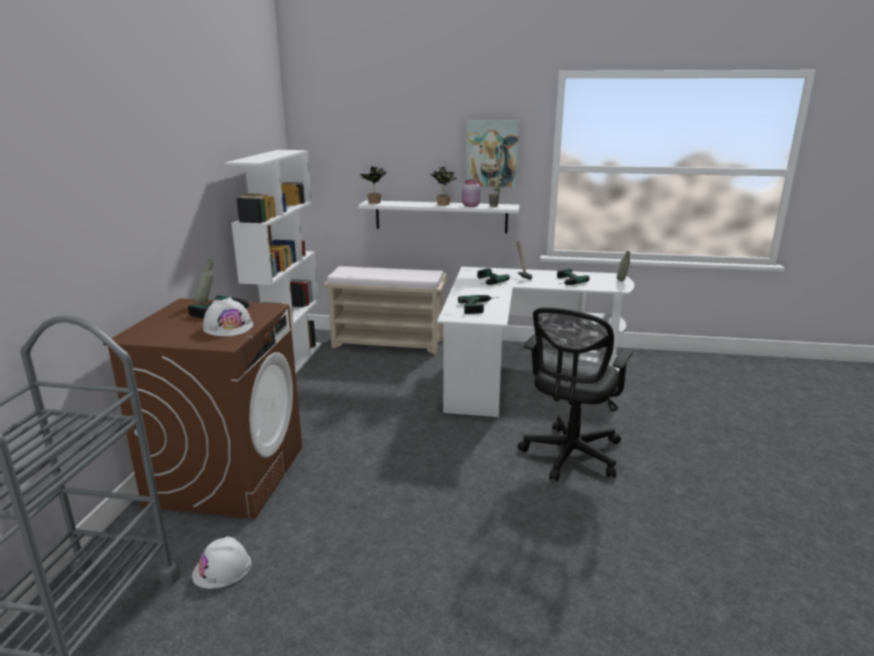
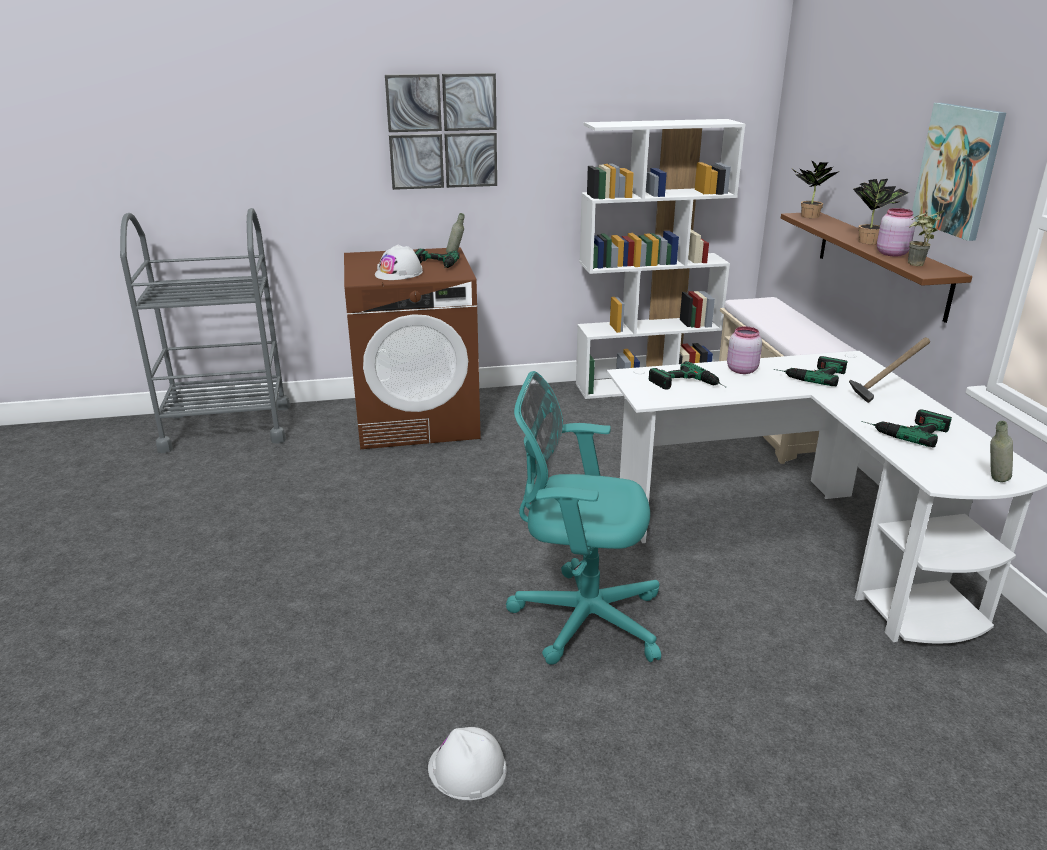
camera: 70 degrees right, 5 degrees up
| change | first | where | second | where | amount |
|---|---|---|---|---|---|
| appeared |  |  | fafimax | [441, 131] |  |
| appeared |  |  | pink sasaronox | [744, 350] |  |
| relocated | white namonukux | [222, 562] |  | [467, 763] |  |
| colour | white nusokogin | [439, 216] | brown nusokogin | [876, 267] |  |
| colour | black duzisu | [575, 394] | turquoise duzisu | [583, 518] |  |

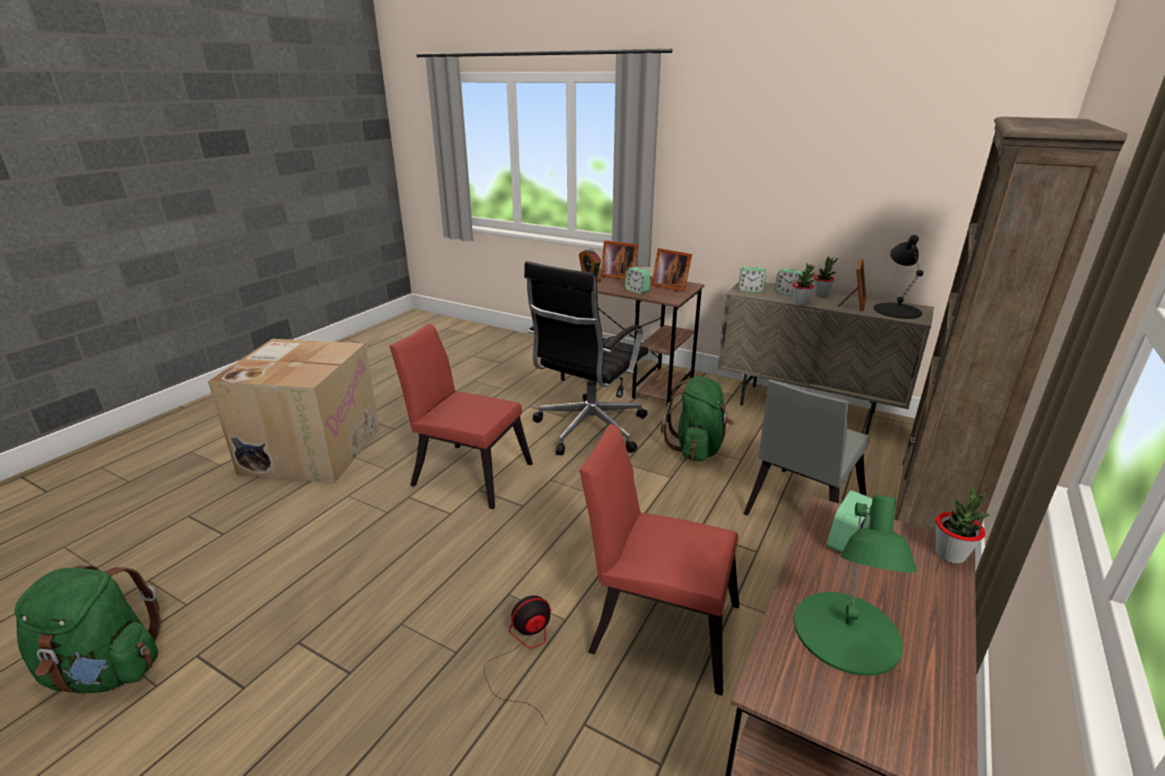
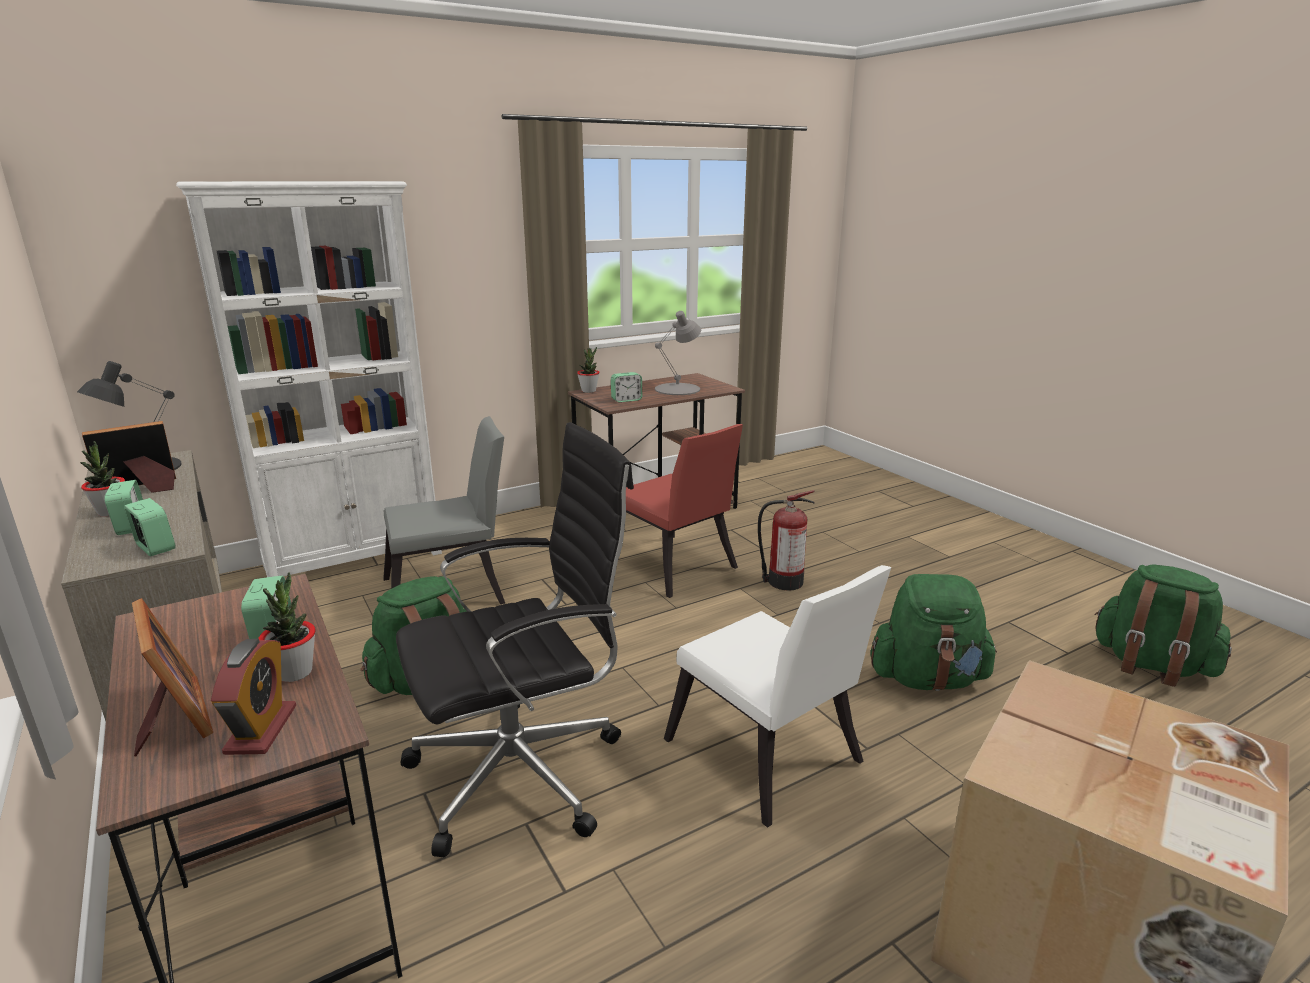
camera: 150 degrees left, 5 degrees down
| change | first | where | second | where | amount |
|---|---|---|---|---|---|
| missing | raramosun | [671, 270] |  |  |  |
| appeared |  |  | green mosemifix | [934, 632] |  |
| relocated | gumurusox | [803, 283] |  | [287, 627] |  |
| exchanged | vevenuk | [518, 660] | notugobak | [786, 540] |  |
| colour | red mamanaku | [461, 416] | white mamanaku | [777, 696] |  |
| colour | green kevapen | [855, 585] | grey kevapen | [678, 353] |  |
| colour | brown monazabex | [1011, 324] | white monazabex | [309, 379] |  |

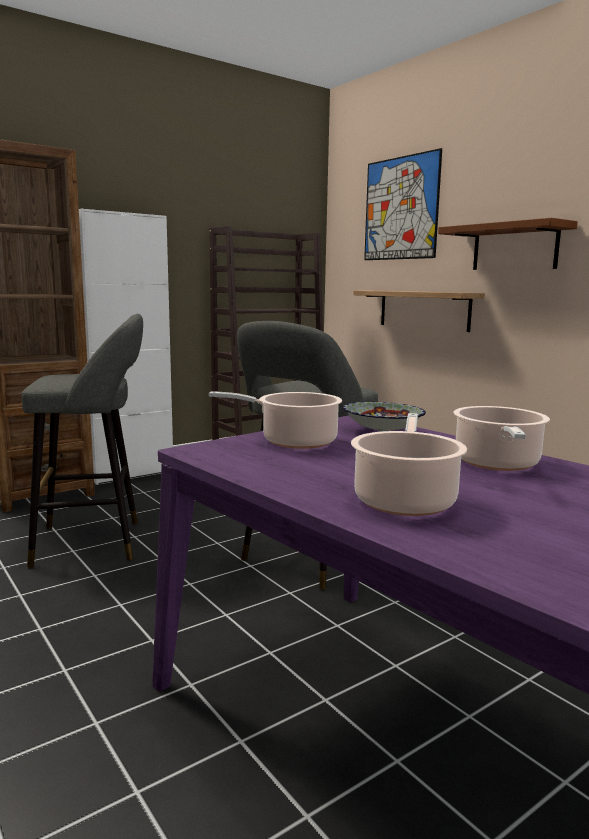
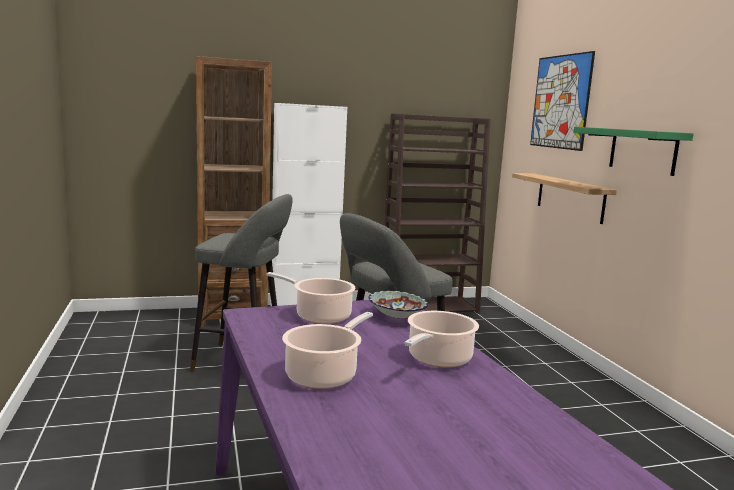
camera: 20 degrees right, 0 degrees up
| change | first | where | second | where | amount |
|---|---|---|---|---|---|
| colour | brown nusokogin | [508, 244] | green nusokogin | [633, 151] |  |

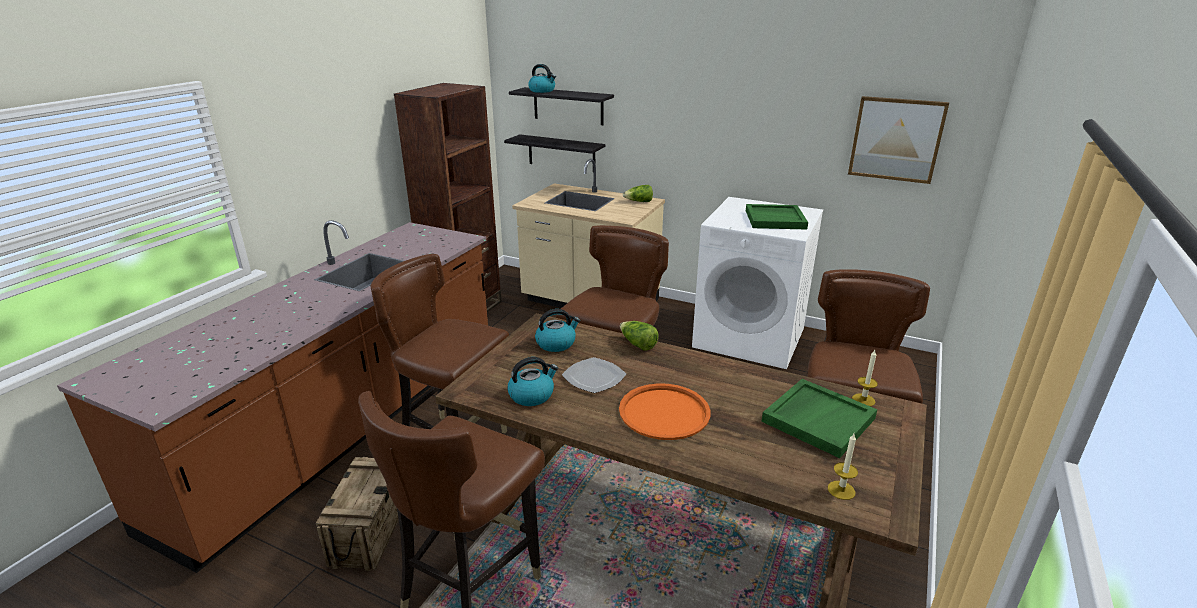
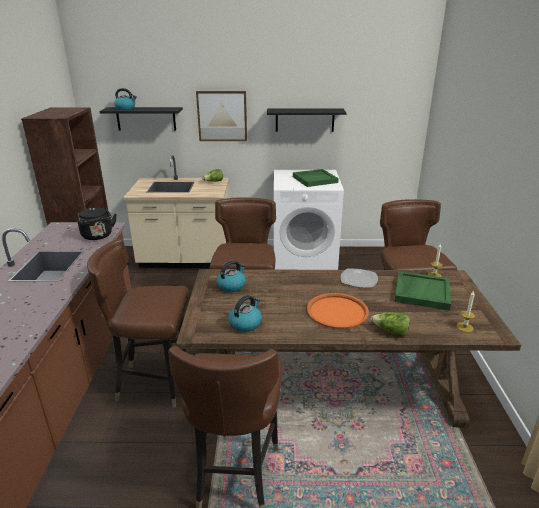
camera: 25 degrees left, 0 degrees up
| change | first | where | second | where | amount |
|---|---|---|---|---|---|
| missing | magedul | [357, 514] |  |  |  |
| appeared |  |  | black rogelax | [97, 224] |  |
| relocated | black nusokogin | [554, 149] |  | [306, 120] |  |
| relocated | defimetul | [594, 375] |  | [359, 278] |  |
| relocated | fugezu | [639, 336] |  | [390, 324] |  |
| relocated | fafimax | [898, 140] |  | [221, 116] |  |

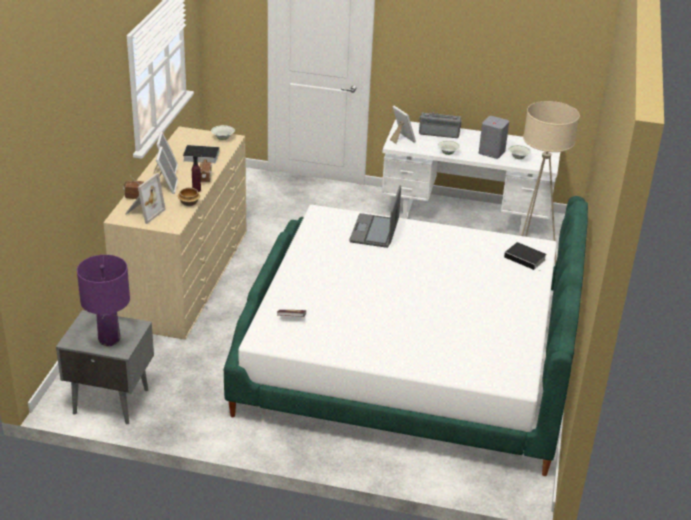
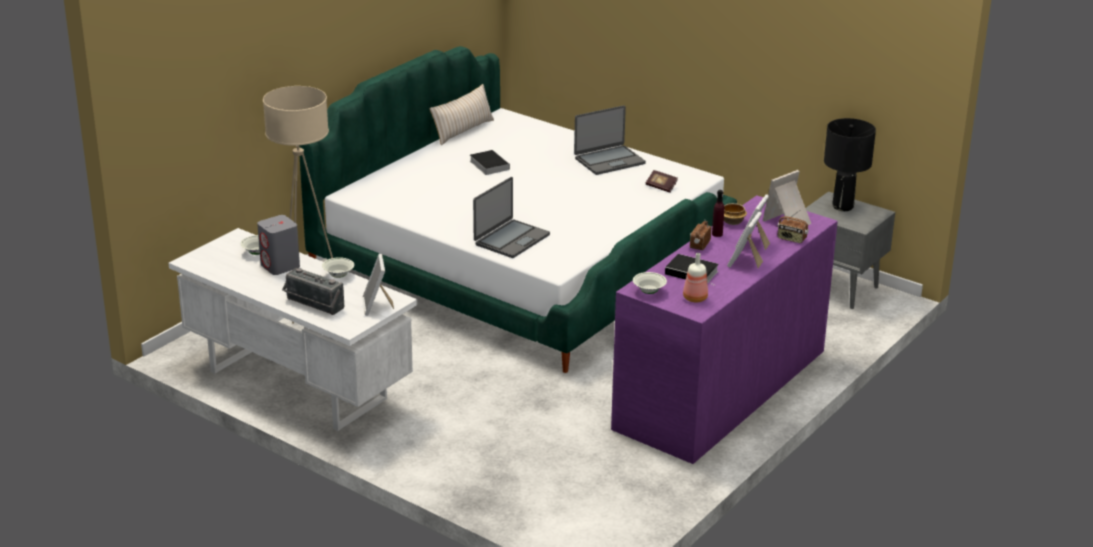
camera: 155 degrees left, 5 degrees down
| change | first | where | second | where | amount |
|---|---|---|---|---|---|
| appeared |  |  | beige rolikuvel | [461, 114] |  |
| appeared |  |  | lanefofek | [610, 140] |  |
| appeared |  |  | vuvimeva | [695, 277] |  |
| relocated | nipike | [525, 257] |  | [490, 162] |  |
| colour | purple kevapen | [103, 300] | black kevapen | [850, 164] |  |
| colour | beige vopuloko | [175, 233] | purple vopuloko | [724, 329] |  |

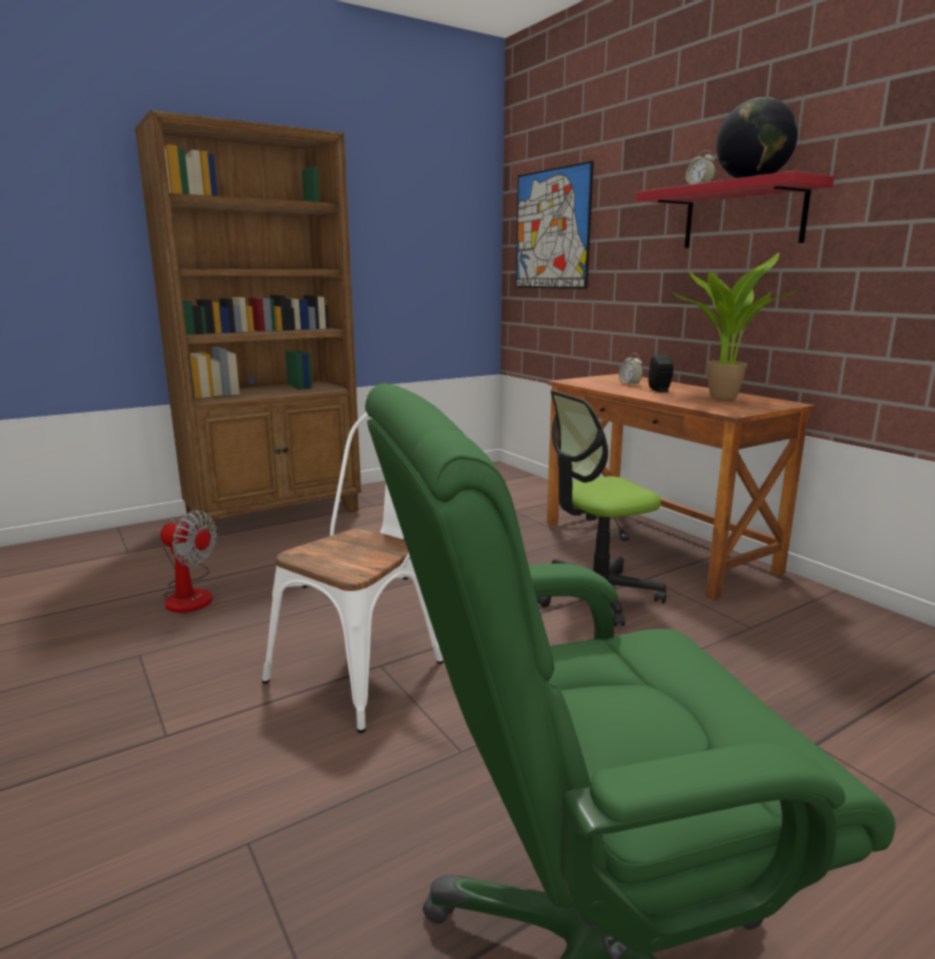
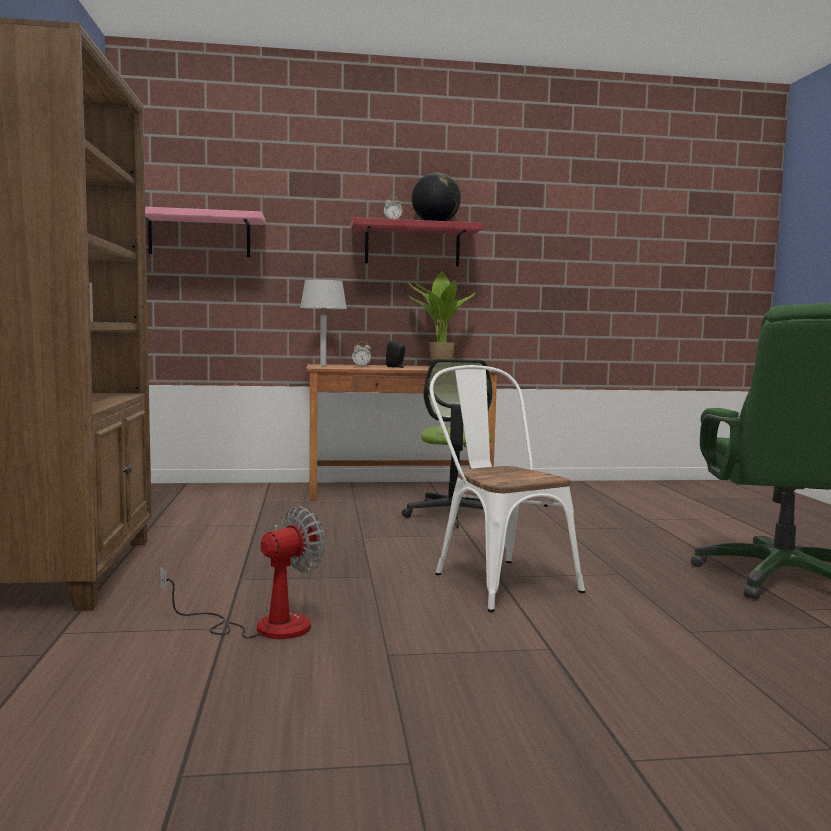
camera: 65 degrees left, 10 degrees down
| change | first | where | second | where | amount |
|---|---|---|---|---|---|
| appeared |  |  | grey kevapen | [323, 323] |  |
| exchanged | fafimax | [555, 225] | pink nusokogin | [205, 232] |  |

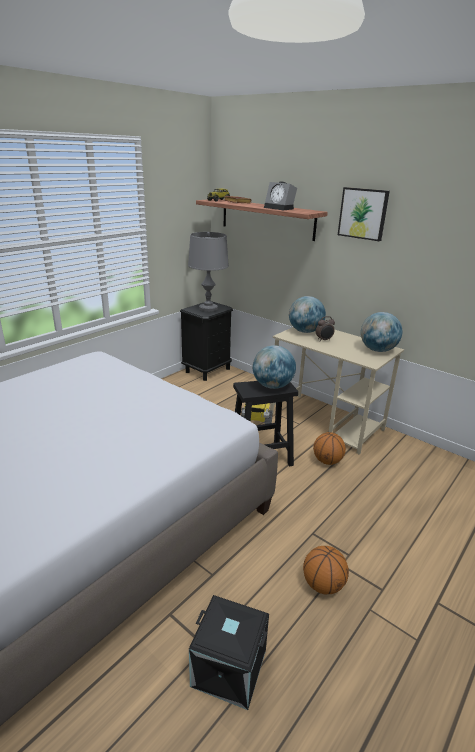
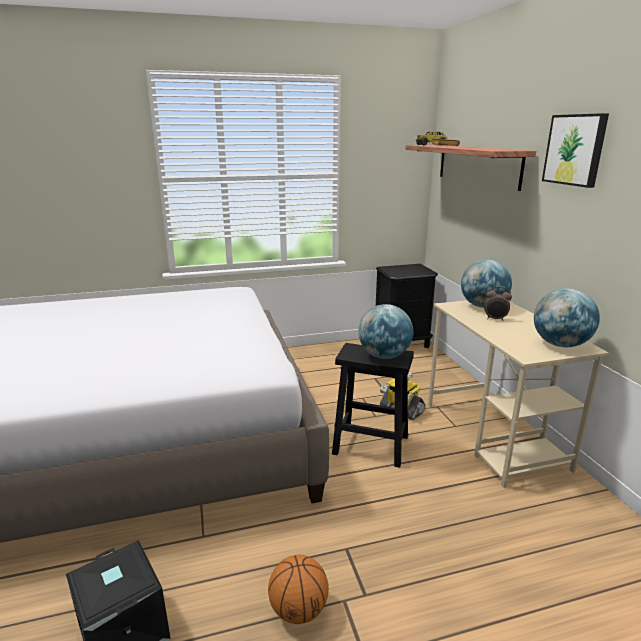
camera: 35 degrees right, 5 degrees down
| change | first | where | second | where | amount |
|---|---|---|---|---|---|
| missing | grey kevapen | [208, 272] |  |  |  |
| missing | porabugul | [280, 195] |  |  |  |
| missing | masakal | [329, 448] |  |  |  |

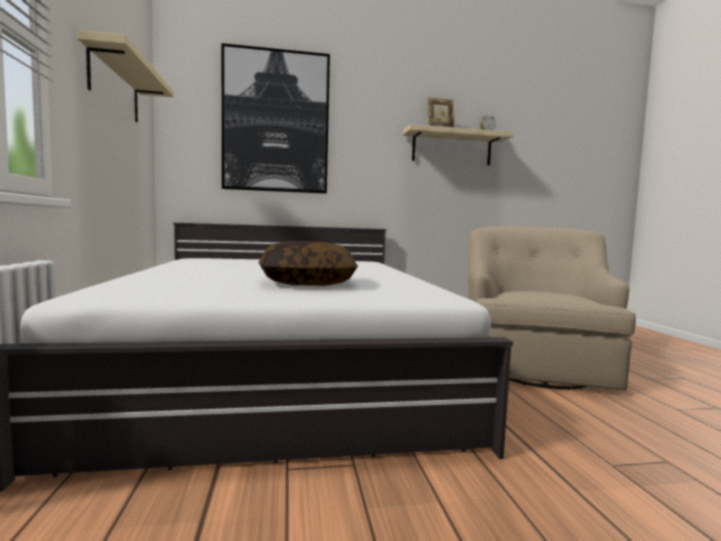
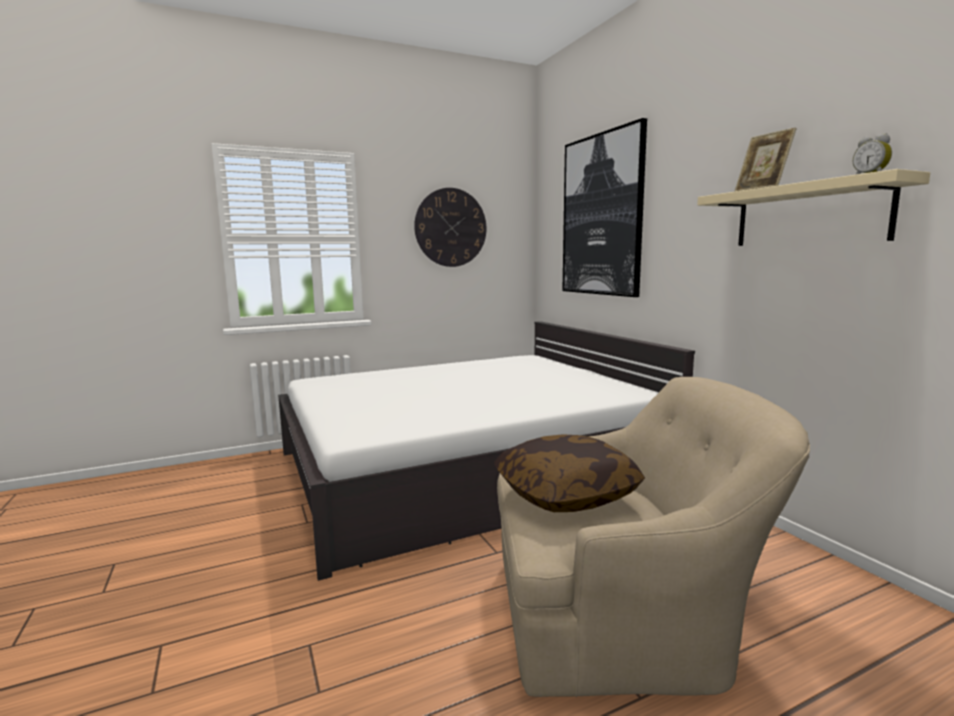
camera: 75 degrees right, 5 degrees up
| change | first | where | second | where | amount |
|---|---|---|---|---|---|
| relocated | rolikuvel | [308, 263] |  | [569, 473] |  |
| exchanged | beige nusokogin | [125, 76] | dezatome | [450, 227] |  |

